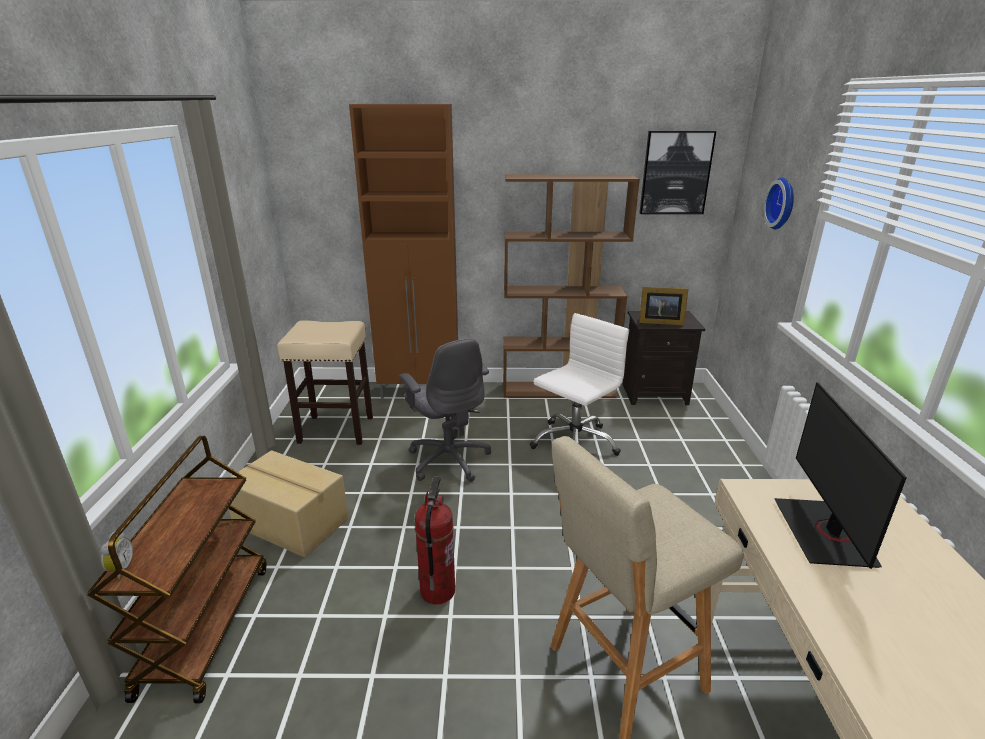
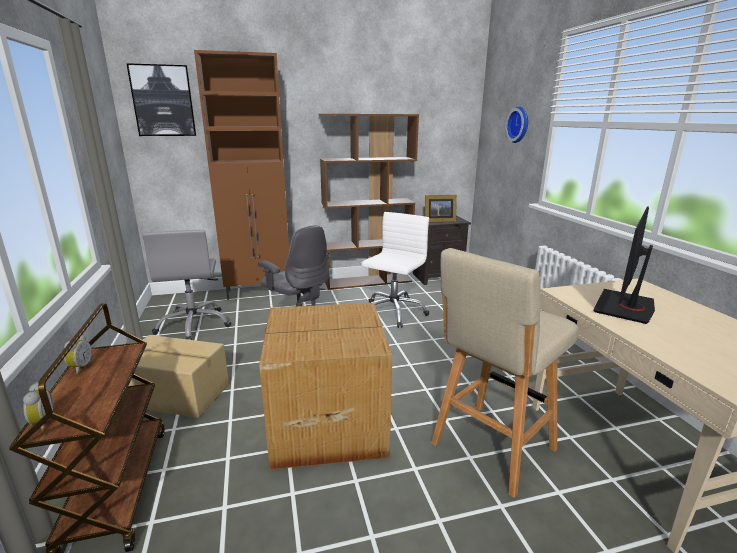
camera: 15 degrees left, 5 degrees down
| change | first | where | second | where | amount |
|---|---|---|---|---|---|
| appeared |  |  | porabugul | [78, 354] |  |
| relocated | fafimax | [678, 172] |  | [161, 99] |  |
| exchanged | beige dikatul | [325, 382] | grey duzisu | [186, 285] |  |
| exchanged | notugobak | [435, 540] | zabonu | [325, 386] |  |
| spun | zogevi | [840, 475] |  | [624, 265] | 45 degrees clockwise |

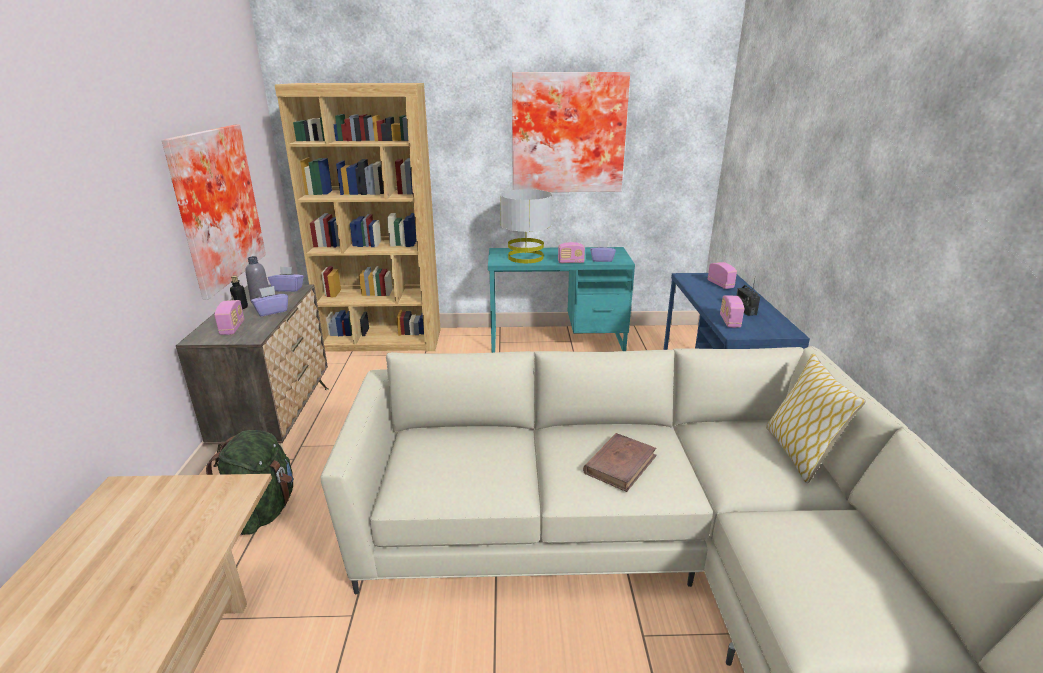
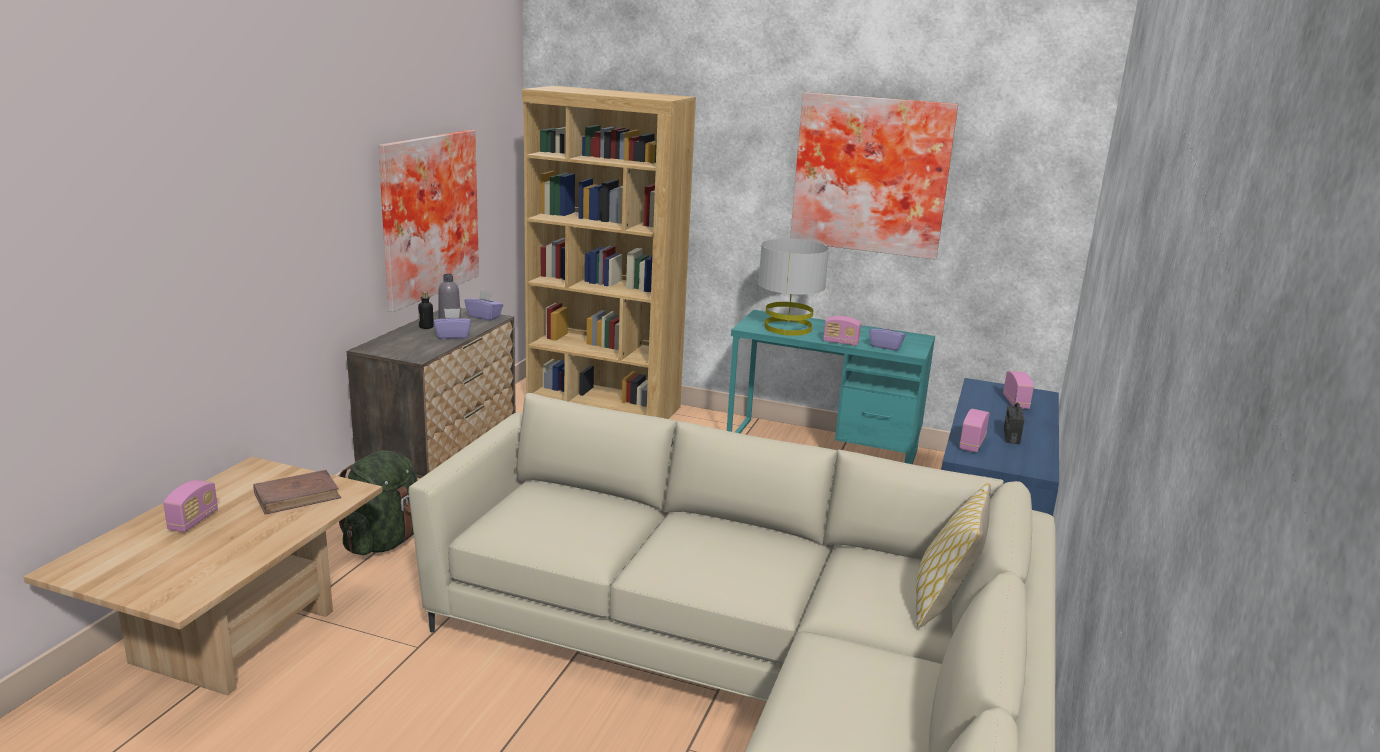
camera: 20 degrees right, 5 degrees down
| change | first | where | second | where | amount |
|---|---|---|---|---|---|
| relocated | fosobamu | [229, 317] |  | [190, 506] |  |
| relocated | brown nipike | [620, 462] |  | [297, 492] |  |

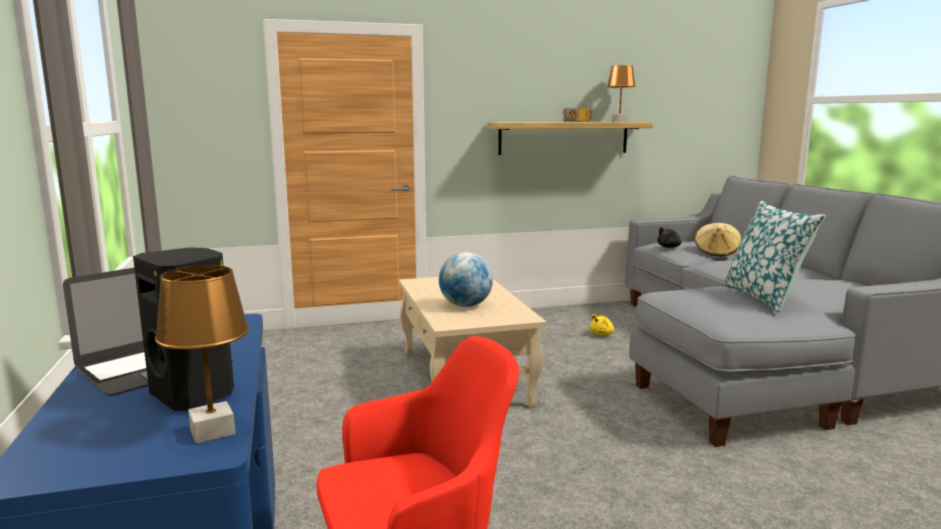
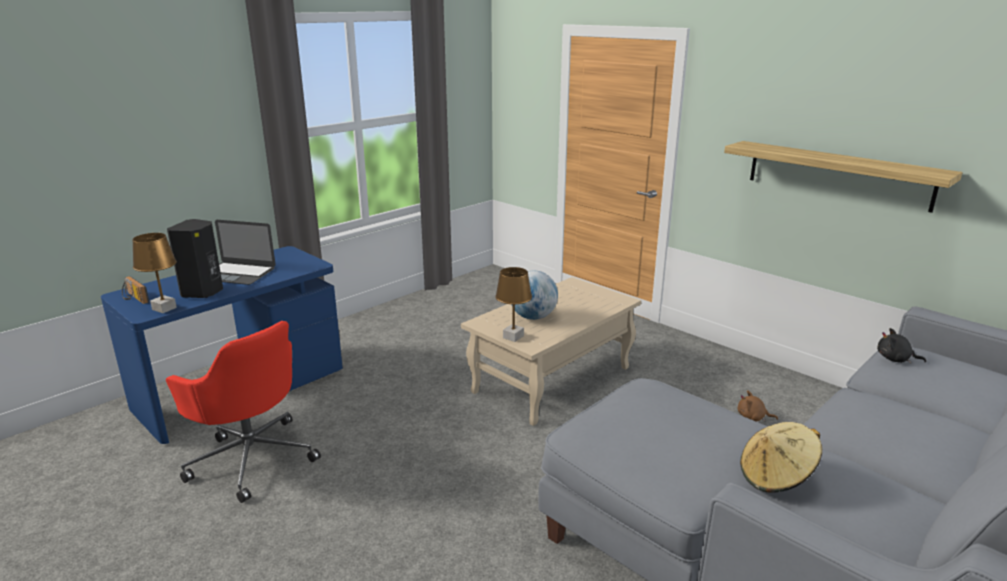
camera: 60 degrees right, 10 degrees up
| change | first | where | second | where | amount |
|---|---|---|---|---|---|
| missing | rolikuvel | [774, 257] |  |  |  |
| relocated | fosobamu | [577, 115] |  | [135, 290] |  |
| relocated | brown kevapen | [621, 93] |  | [513, 304] |  |
| relocated | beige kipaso | [718, 239] |  | [781, 457] |  |
| colour | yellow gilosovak | [602, 324] | brown gilosovak | [758, 406] |  |

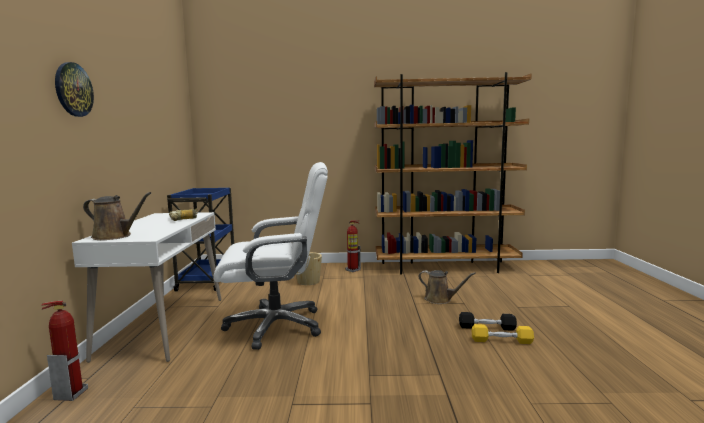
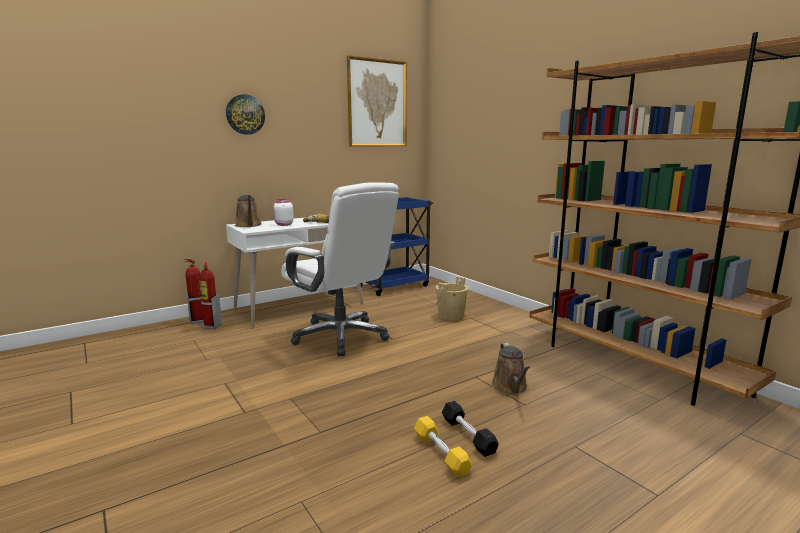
camera: 55 degrees right, 5 degrees up
| change | first | where | second | where | amount |
|---|---|---|---|---|---|
| appeared |  |  | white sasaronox | [284, 212] |  |
| appeared |  |  | fafimax | [377, 101] |  |
| relocated | notugobak | [353, 246] |  | [210, 295] |  |

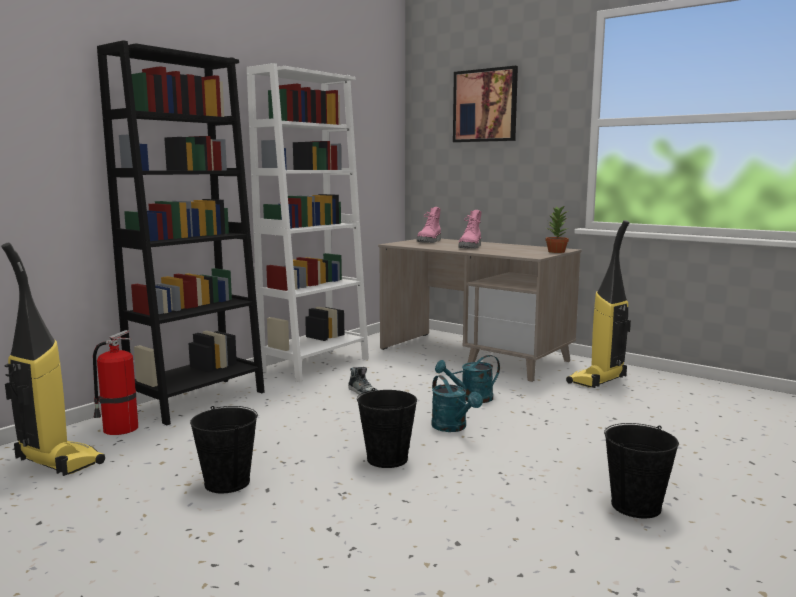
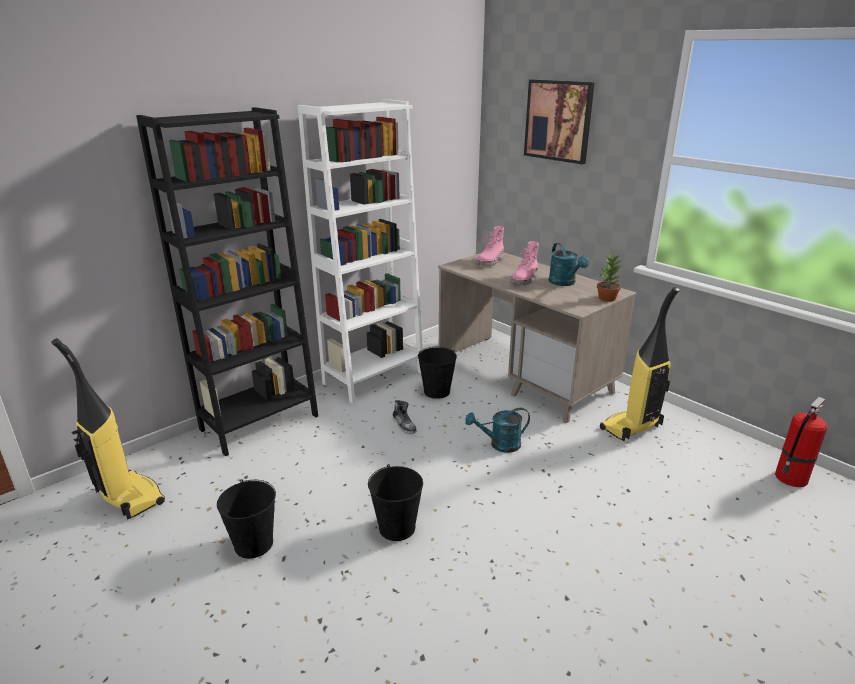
camera: 10 degrees right, 15 degrees up
| change | first | where | second | where | amount |
|---|---|---|---|---|---|
| relocated | notugobak | [115, 382] |  | [801, 442] |  |
| relocated | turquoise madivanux | [457, 403] |  | [569, 264] |  |
| relocated | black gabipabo | [641, 470] |  | [437, 373] |  |

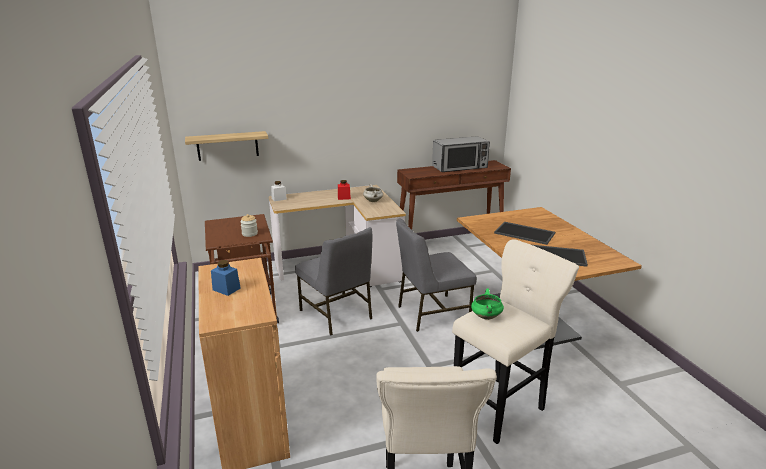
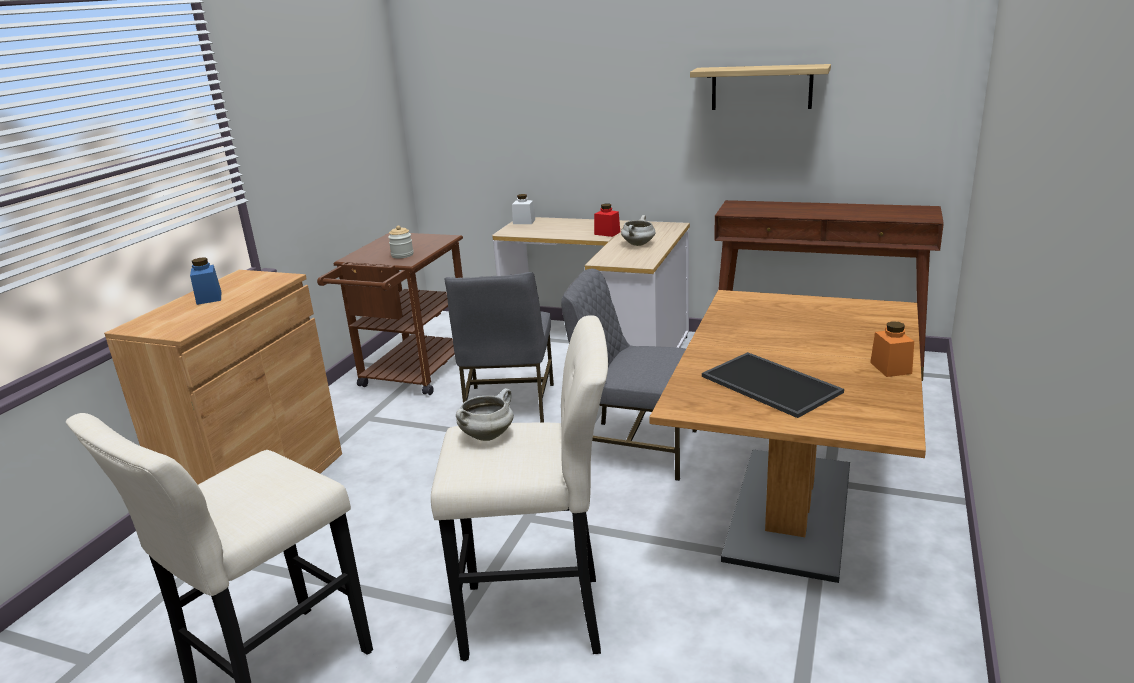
camera: 40 degrees right, 0 degrees up
| change | first | where | second | where | amount |
|---|---|---|---|---|---|
| missing | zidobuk | [461, 154] |  |  |  |
| missing | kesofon | [524, 233] |  |  |  |
| appeared |  |  | orange sasaronox | [892, 349] |  |
| relocated | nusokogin | [226, 146] |  | [760, 87] |  |
| colour | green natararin | [487, 304] | white natararin | [485, 414] |  |

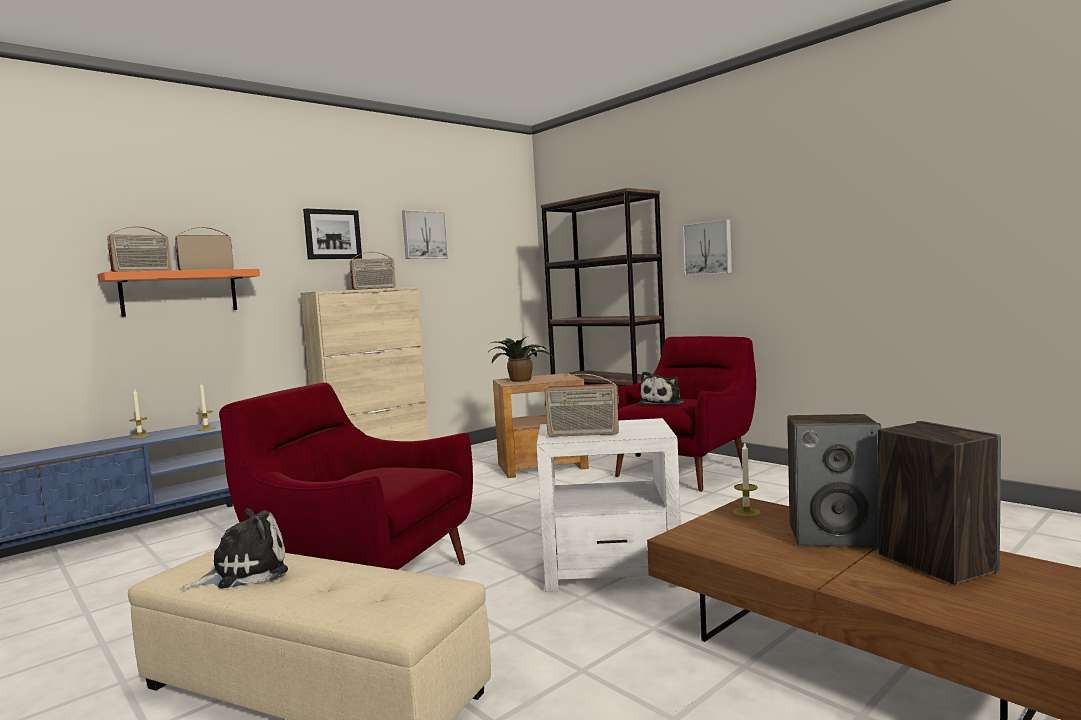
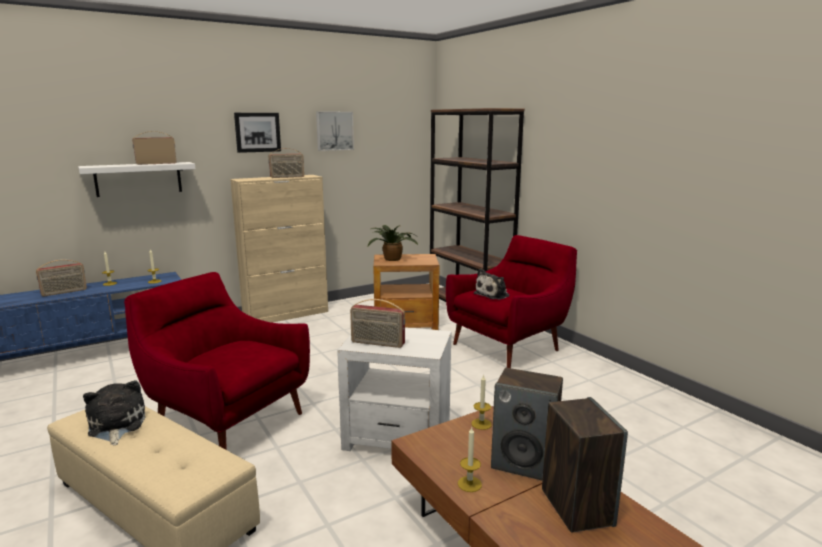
camera: 10 degrees right, 10 degrees up
| change | first | where | second | where | amount |
|---|---|---|---|---|---|
| missing | fafimax | [707, 247] |  |  |  |
| appeared |  |  | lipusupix | [470, 459] |  |
| relocated | fosobamu | [139, 249] |  | [61, 278] |  |
| colour | orange nusokogin | [178, 293] | white nusokogin | [136, 179] |  |
| spun | gilosovak | [234, 549] |  | [114, 412] | 90 degrees counterclockwise |

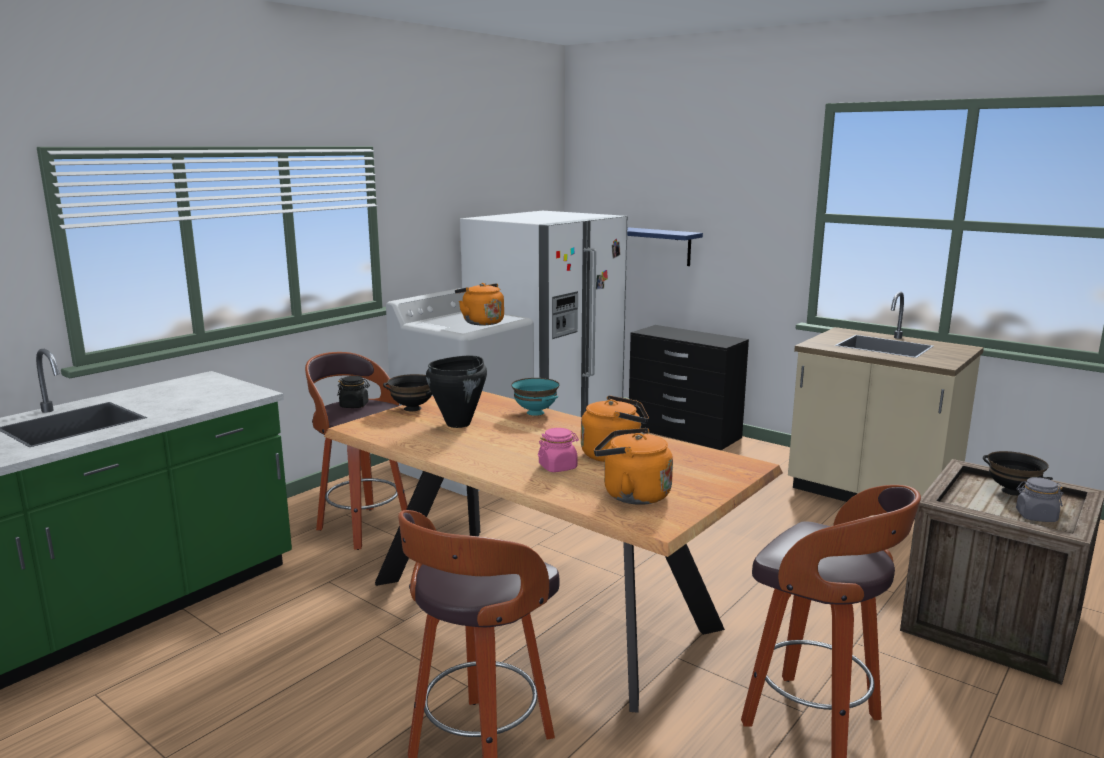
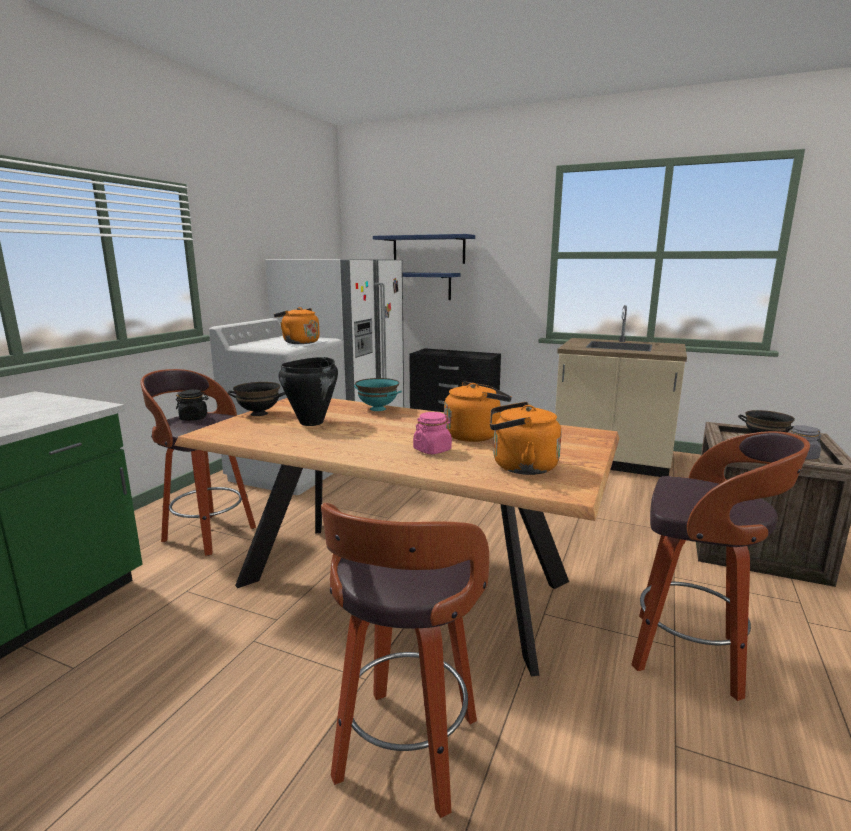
camera: 15 degrees left, 0 degrees up
| change | first | where | second | where | amount |
|---|---|---|---|---|---|
| appeared |  |  | blue nusokogin | [424, 249] |  |

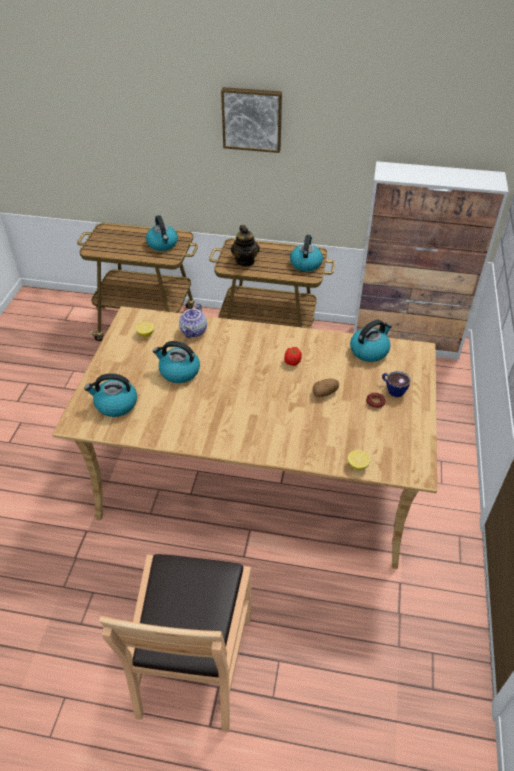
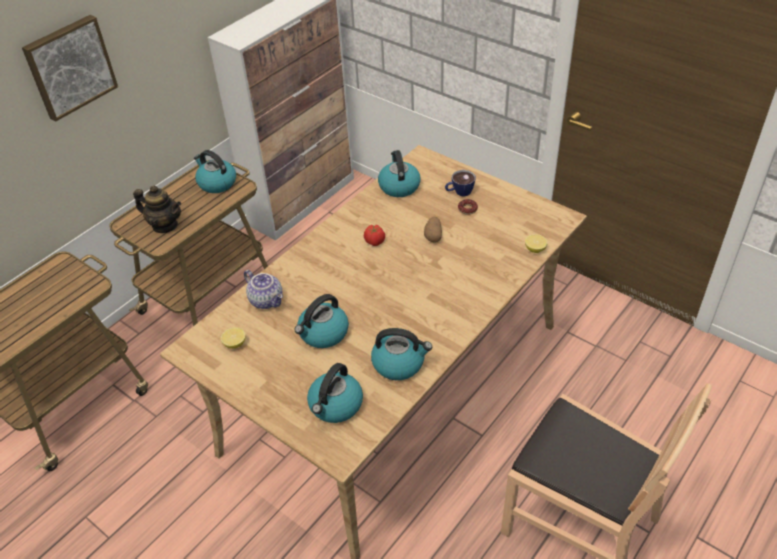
camera: 60 degrees left, 0 degrees up
| change | first | where | second | where | amount |
|---|---|---|---|---|---|
| relocated | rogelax | [162, 233] |  | [401, 354] |  |

